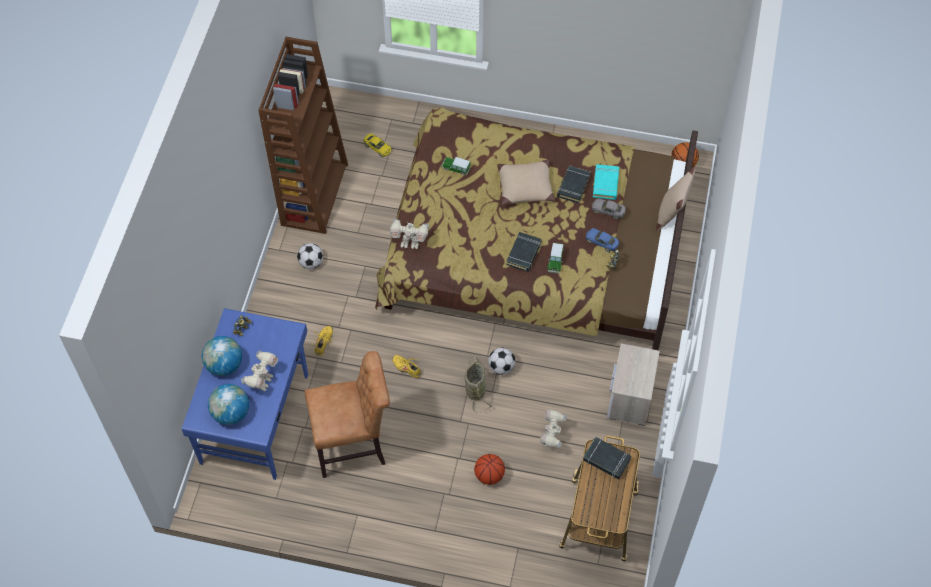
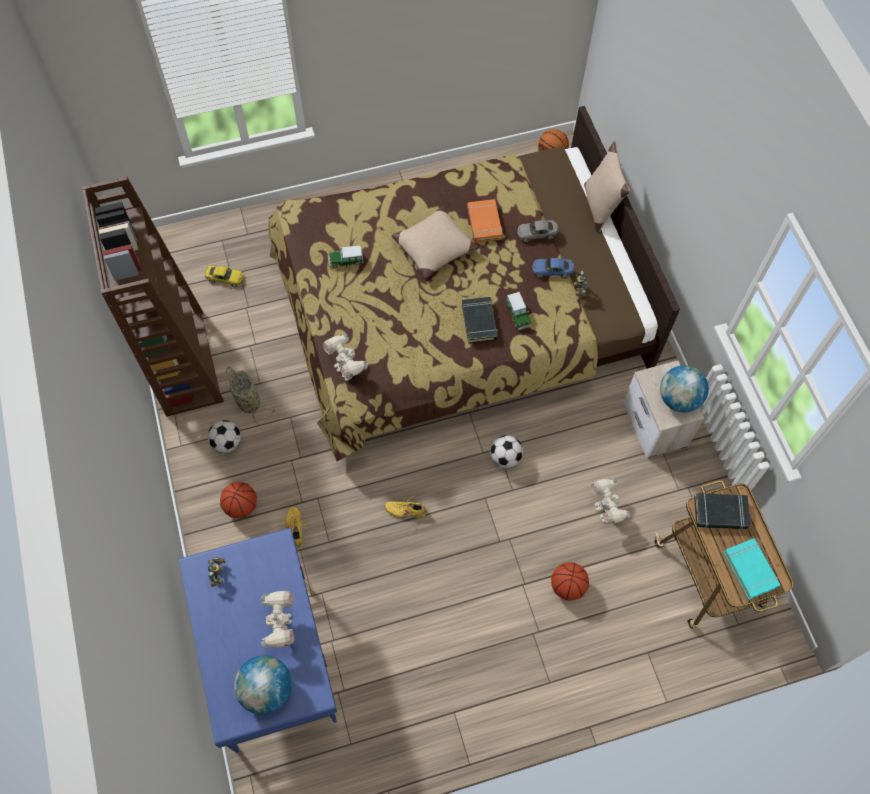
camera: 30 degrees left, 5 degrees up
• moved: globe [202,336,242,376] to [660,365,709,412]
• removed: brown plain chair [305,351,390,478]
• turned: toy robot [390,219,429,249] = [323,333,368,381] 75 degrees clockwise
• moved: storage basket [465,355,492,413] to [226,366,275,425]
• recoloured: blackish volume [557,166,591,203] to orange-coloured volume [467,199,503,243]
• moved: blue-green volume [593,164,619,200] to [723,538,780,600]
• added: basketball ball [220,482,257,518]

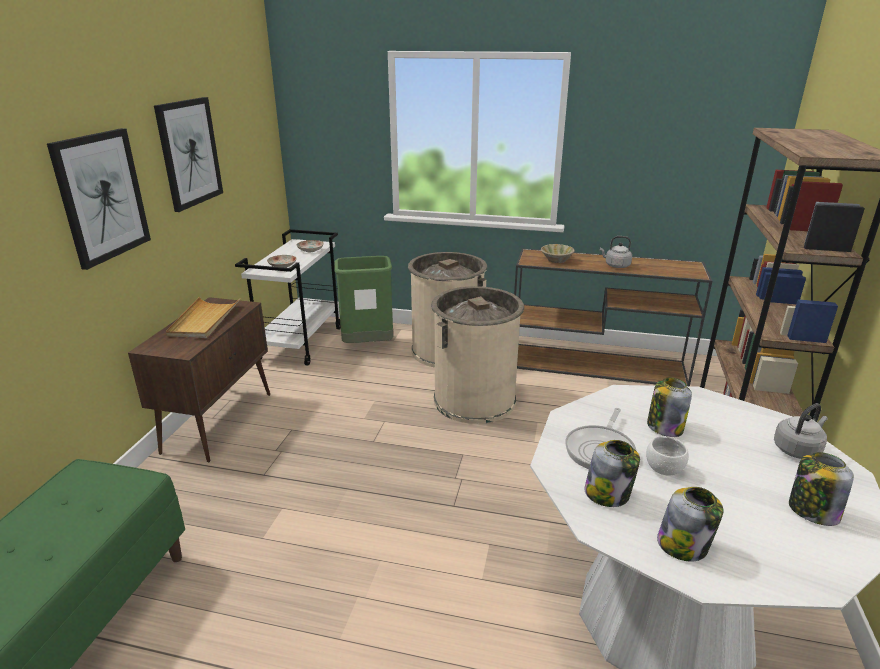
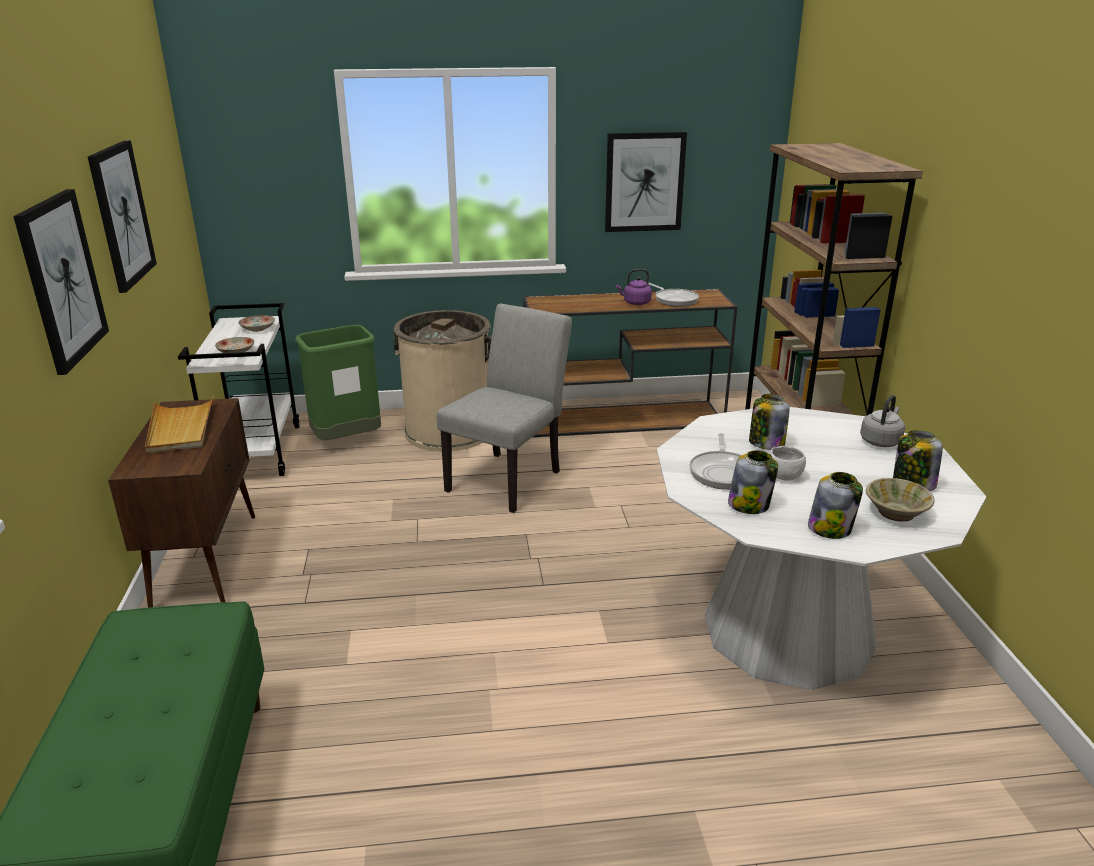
camera: 20 degrees left, 0 degrees up
• replaced: sand-coloured trash can [431,286,524,424] to greyish plain chair [437,304,572,513]
• moved: sand-coloured bowl [541,244,575,263] to [866,478,935,522]
• recoloured: greyish kettle [600,236,632,268] to purple-coloured kettle [616,269,652,305]
• added: wall art [605,132,687,232]
• added: frying pan [648,283,699,307]

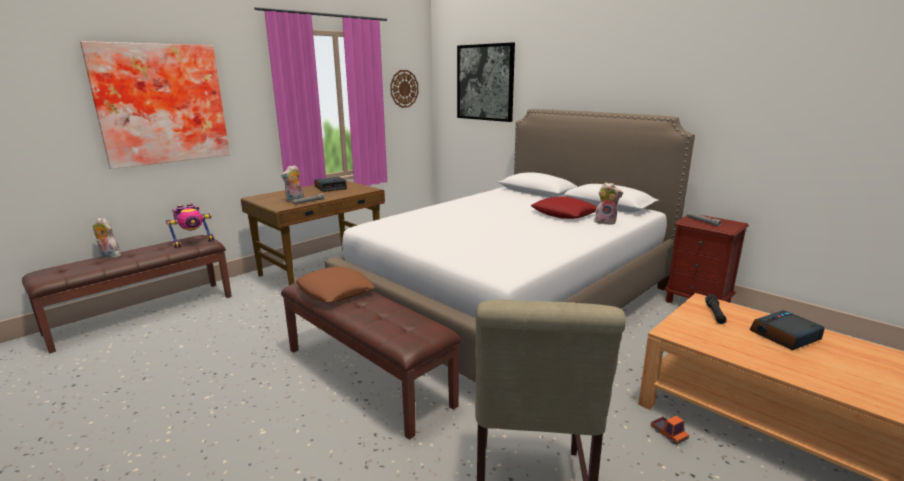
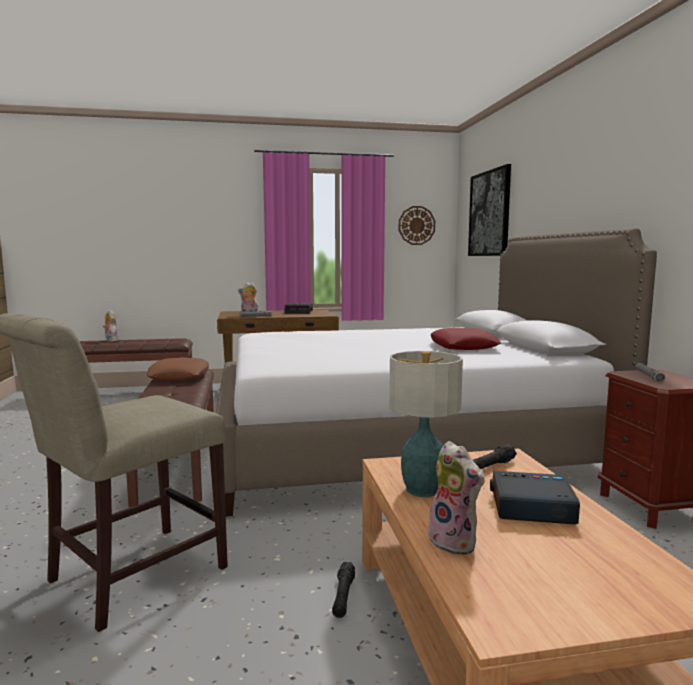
camera: 35 degrees right, 10 degrees down
• removed: wall art [80,41,230,169]
• removed: toy robot [165,203,214,248]
• moved: cuddly toy [594,182,623,225] to [428,441,485,555]
• replaced: toy truck [651,415,689,445] to blackish flashlight [332,562,355,618]
• added: tabletop lamp [389,351,463,497]

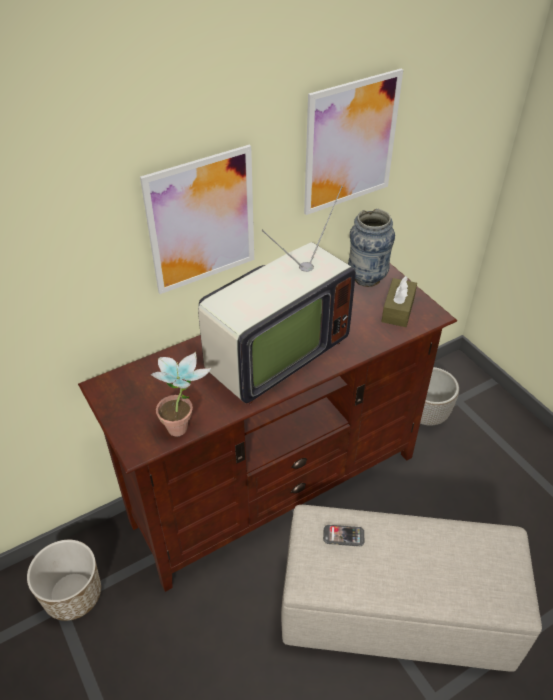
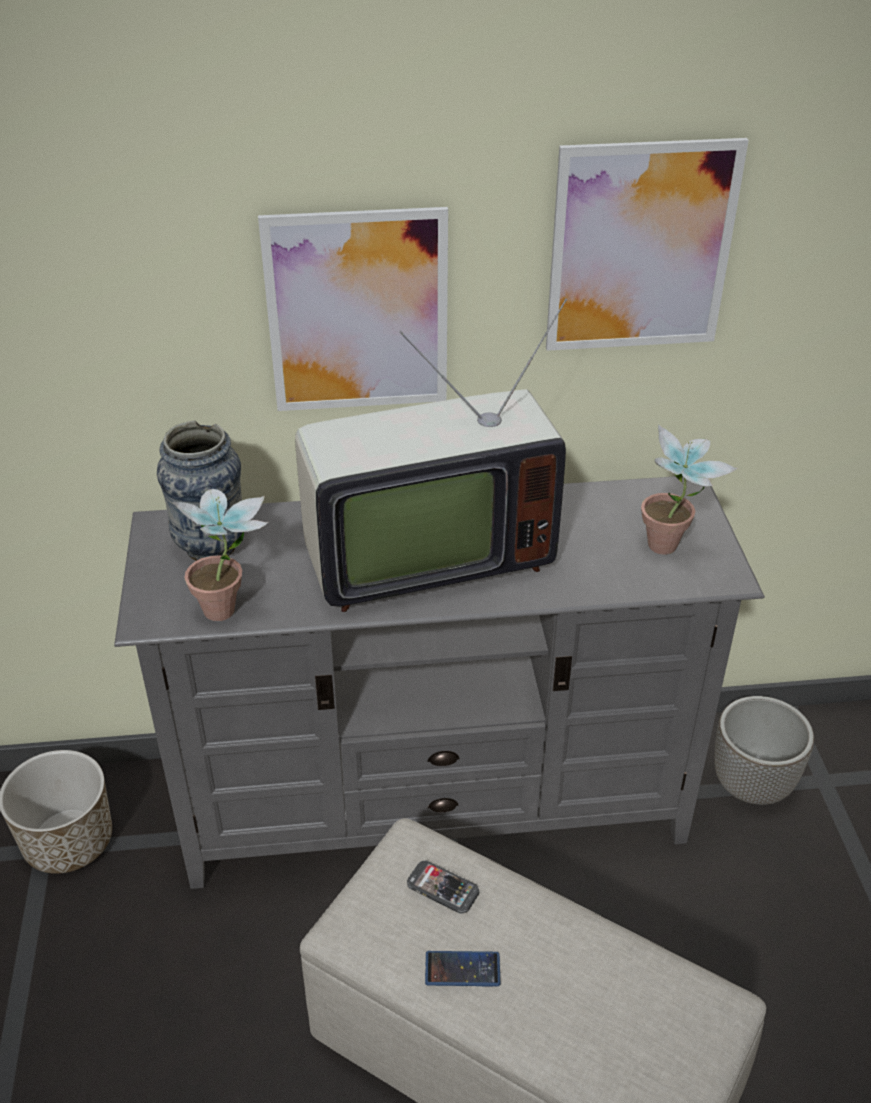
camera: 25 degrees right, 5 degrees down
• recoloured: brown tv unit [78,263,457,592] to greyish tv unit [114,476,765,889]
• moved: decorative vase [348,209,395,287] to [157,421,243,561]
• replaced: brown tissue holder [381,276,417,327] to potted plant [641,424,738,555]
• added: phone [425,951,500,987]

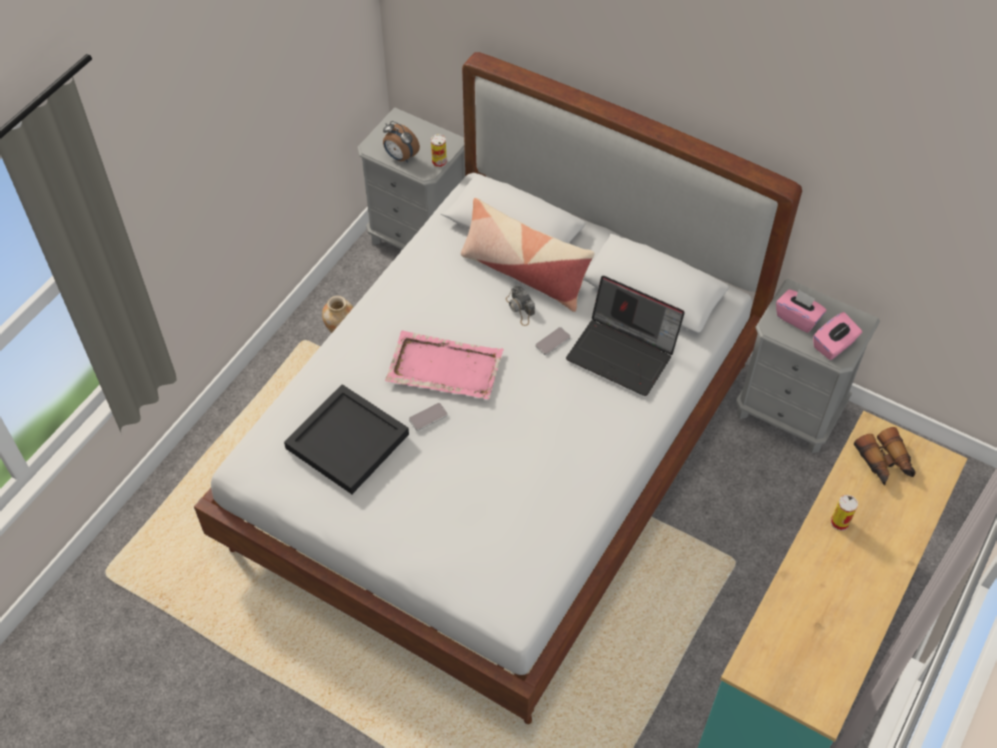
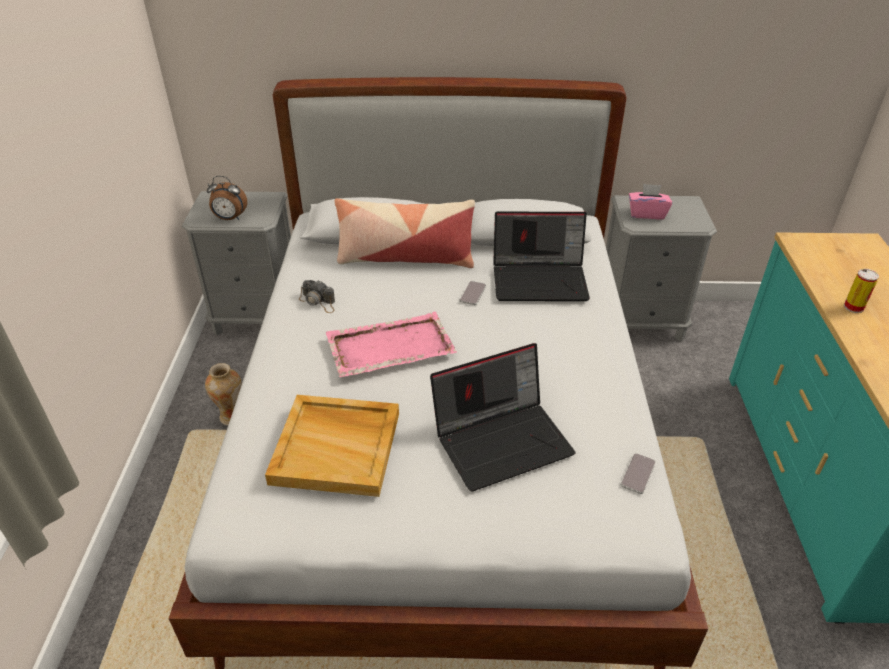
camera: 30 degrees left, 15 degrees down
• recoloured: blackish carrying tray [284,384,409,494] to sand-coloured carrying tray [265,395,399,497]
• moved: phone [409,403,448,431] to [621,453,656,494]
• removed: metal can [431,134,447,168]
• moved: still camera [506,284,535,326] to [299,280,335,313]
• removed: pink tissue holder [813,312,862,360]
• removed: pair of binoculars [854,427,916,485]
• added: notebook computer [430,343,575,492]

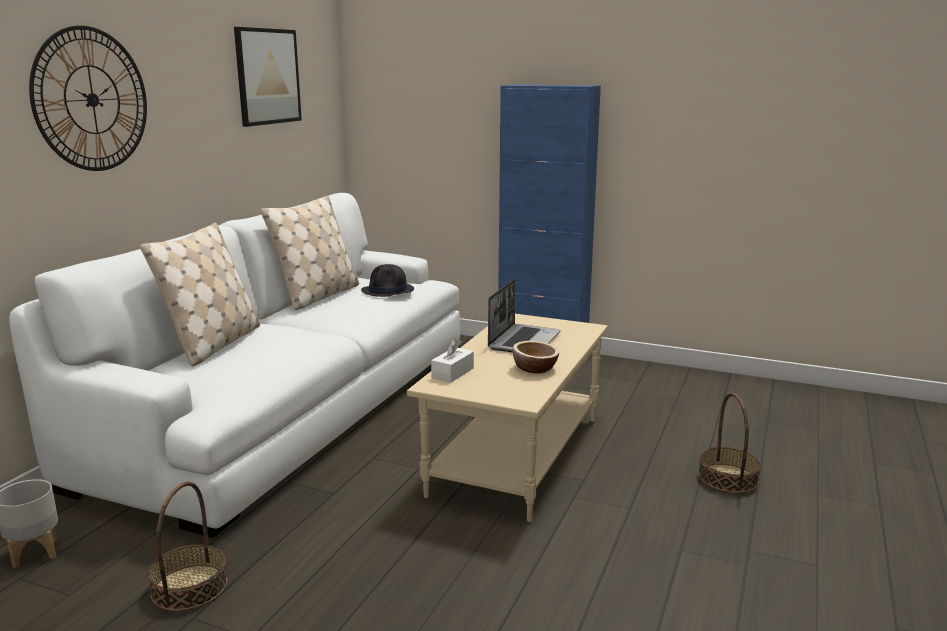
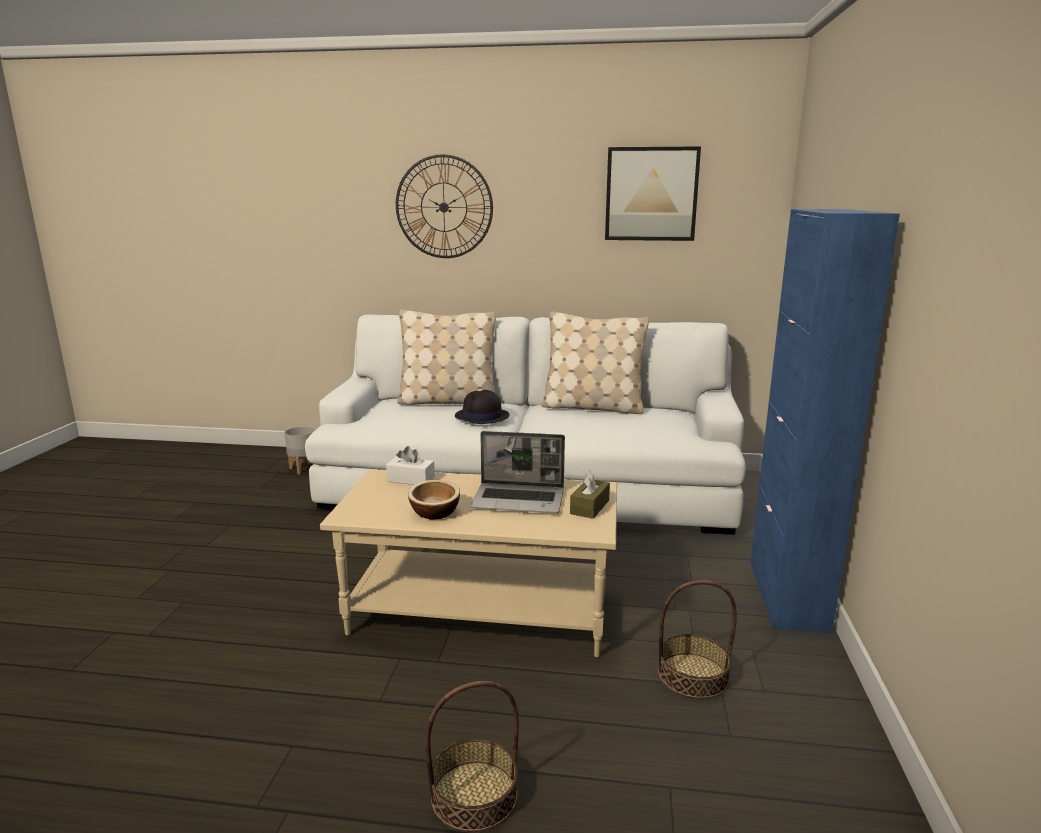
camera: 75 degrees right, 0 degrees up
• moved: storage basket [147,482,228,612] to [658,580,737,699]
• moved: blackish hat [361,264,414,297] to [455,390,509,424]
• added: brown tissue holder [570,470,610,519]

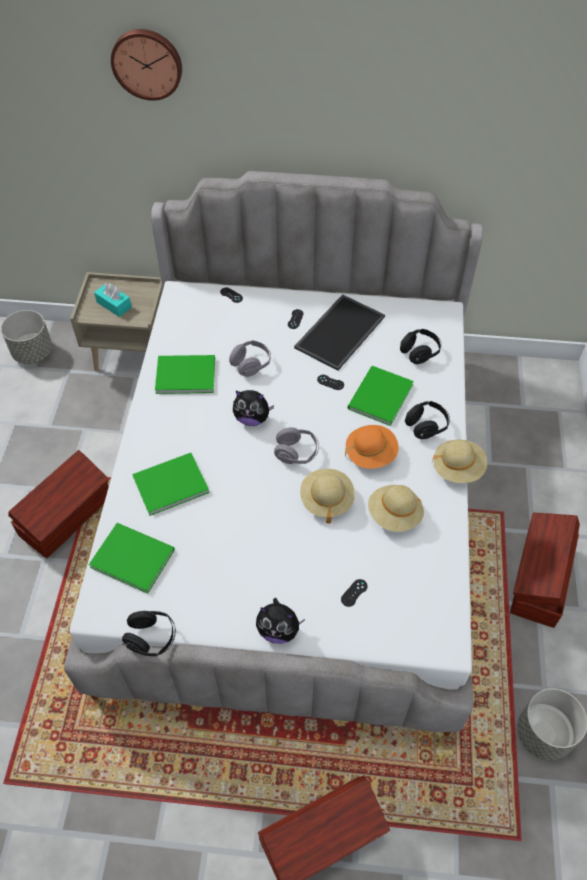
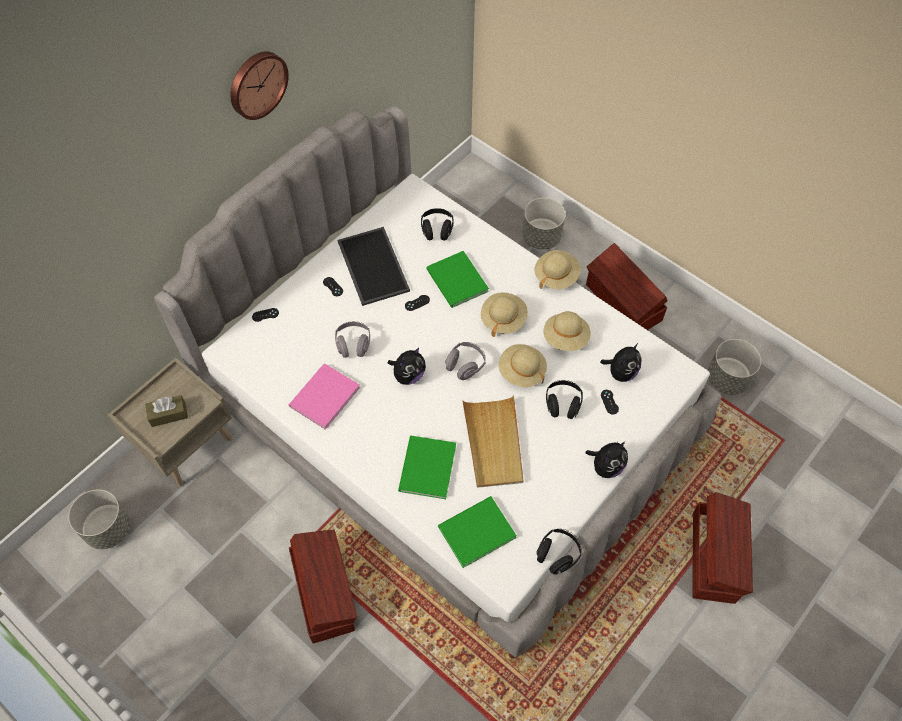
camera: 55 degrees left, 5 degrees up
• recoloured: blue-green tissue holder [94,283,132,317] to brown tissue holder [145,395,188,427]
• moved: hanging clock [111,29,182,101] to [230,51,289,120]
• recoloured: greenish volume [155,355,215,394] to pink volume [289,363,360,430]
• recoloured: orange-coloured hat [345,425,399,469] to sand-coloured hat [481,292,528,337]
• moved: blackish headphones [405,401,450,439] to [546,380,583,419]
• added: sand-coloured carrying tray [462,395,523,488]
• added: greyish flower pot [522,198,565,250]
• added: cuddly toy [600,343,642,382]

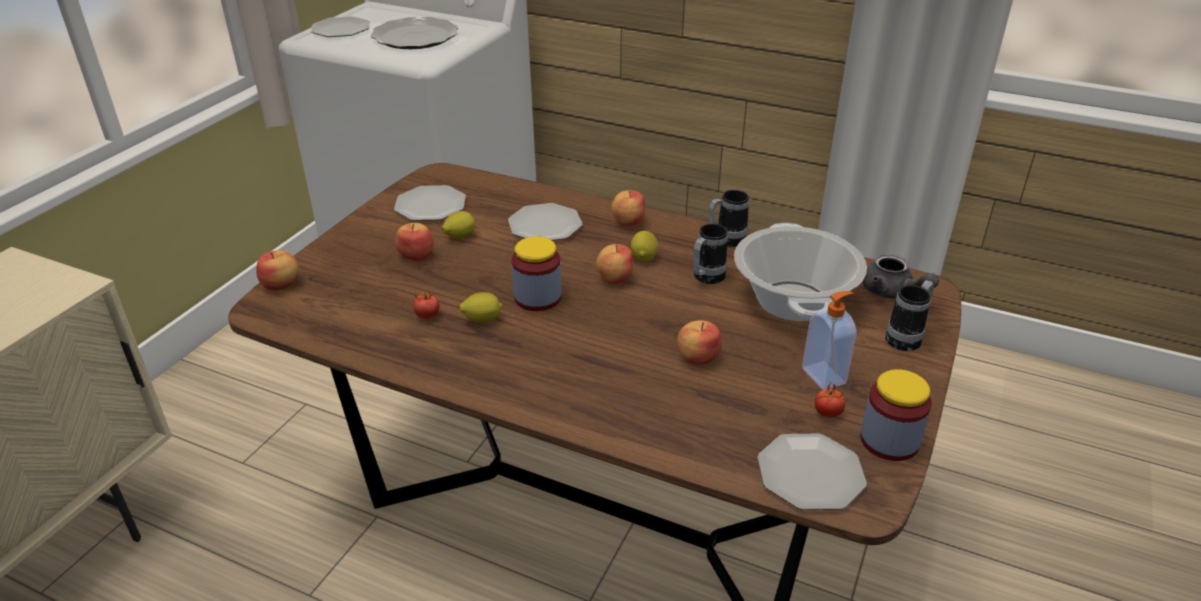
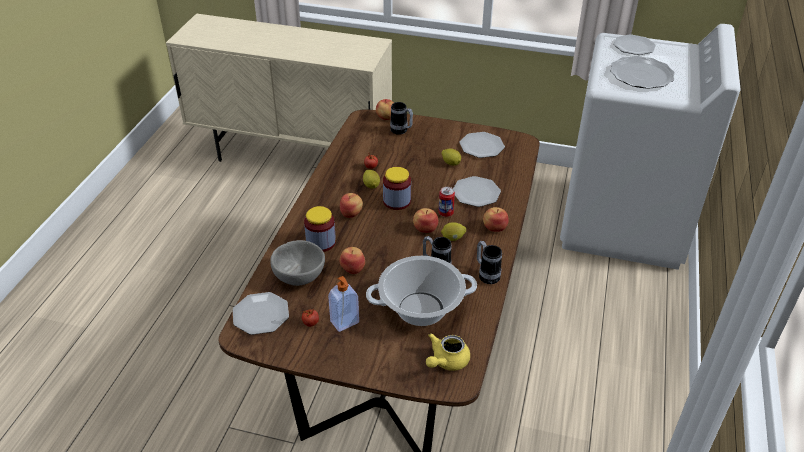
camera: 80 degrees right, 5 degrees up
• moved: apple fruit [395,223,434,261] to [340,193,363,218]
• moved: jar [860,369,932,461] to [304,206,336,252]
• recoloured: greyish teapot [862,254,939,299] to yellow teapot [426,333,470,371]
• moved: tea mug [885,280,934,351] to [390,102,413,135]
• added: greyish bowl [270,240,325,286]
• added: metal can [438,187,455,217]

